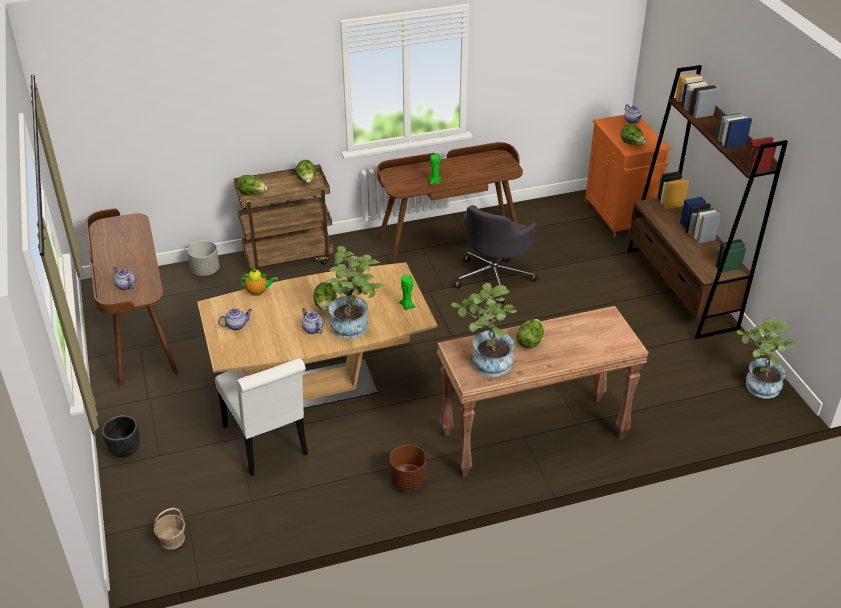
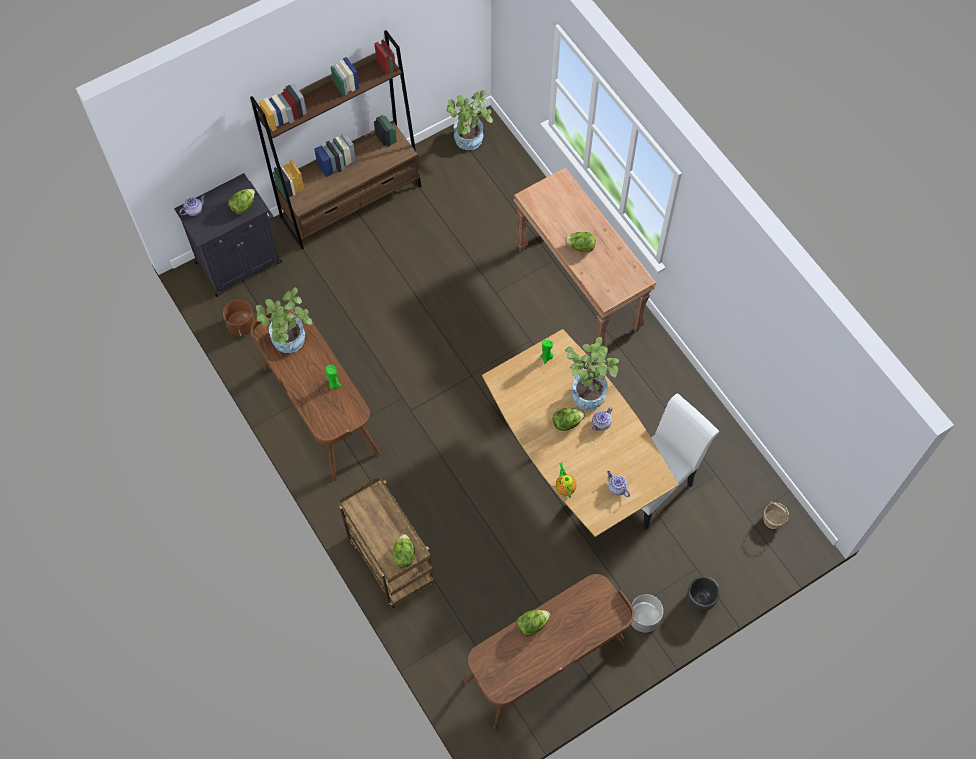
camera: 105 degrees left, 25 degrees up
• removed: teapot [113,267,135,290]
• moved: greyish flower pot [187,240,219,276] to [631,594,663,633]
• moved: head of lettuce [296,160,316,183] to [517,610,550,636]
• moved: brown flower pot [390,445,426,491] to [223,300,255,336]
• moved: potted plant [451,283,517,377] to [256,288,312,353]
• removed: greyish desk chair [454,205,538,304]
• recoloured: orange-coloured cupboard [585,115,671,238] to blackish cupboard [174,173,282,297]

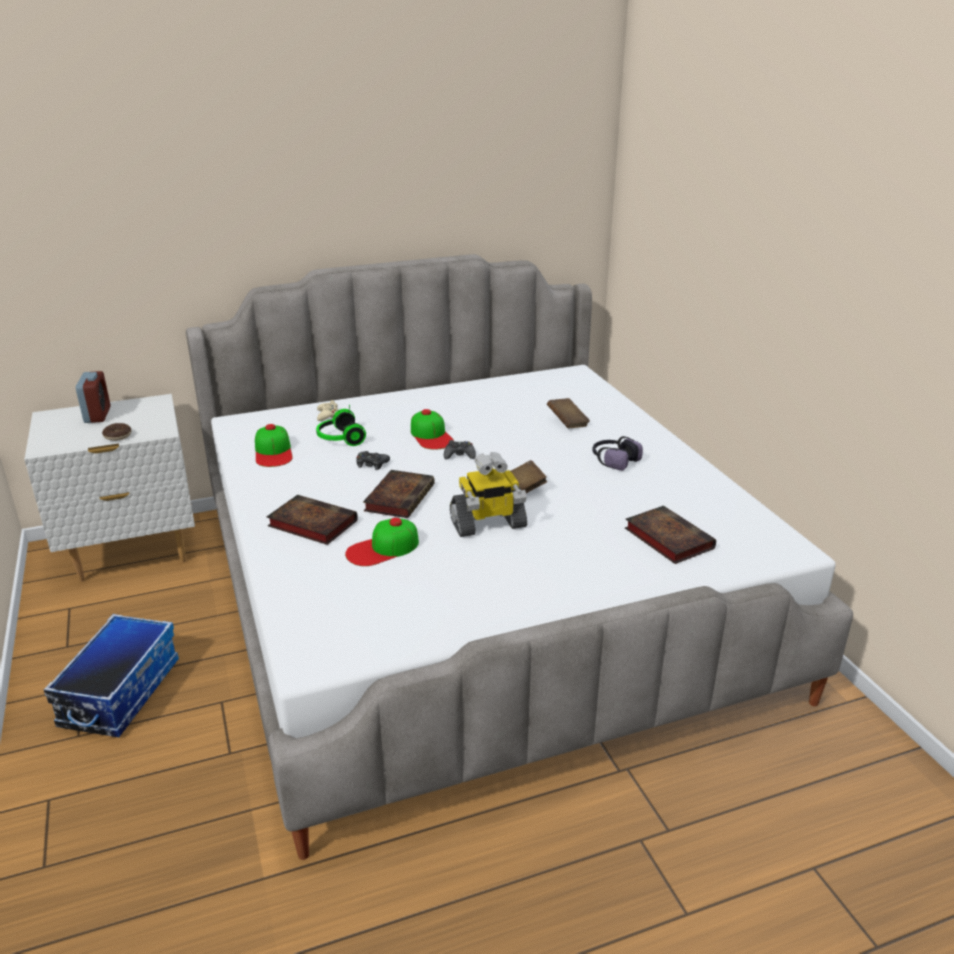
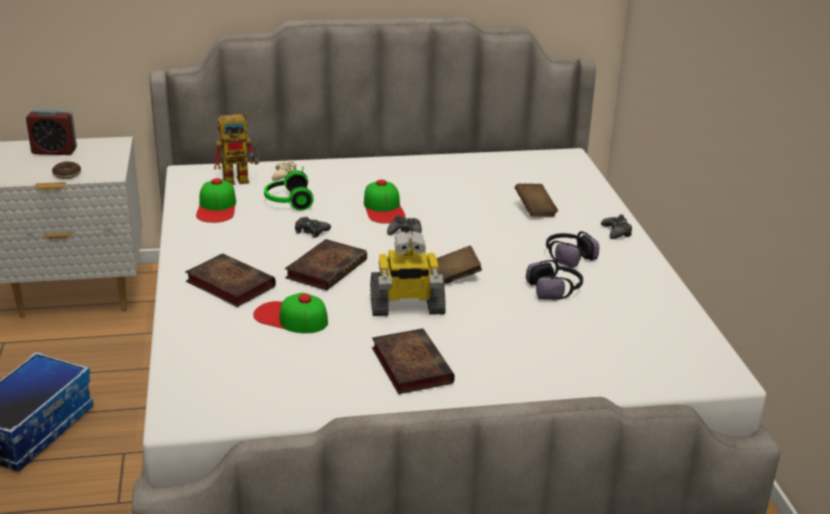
camera: 10 degrees right, 0 degrees up
• turned: alarm clock [76,371,111,423] = [26,108,77,155] 90 degrees clockwise
• turned: peaked cap [345,518,419,566] = [253,293,328,333] 45 degrees clockwise
• moved: volume [625,506,716,564] to [372,328,455,394]
• added: toy robot [214,112,259,185]
• added: headphones [526,260,583,300]
• added: blackish gamepad [601,214,632,239]

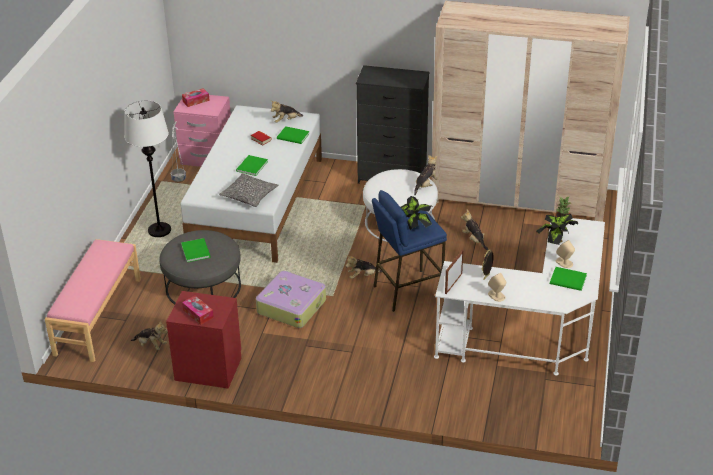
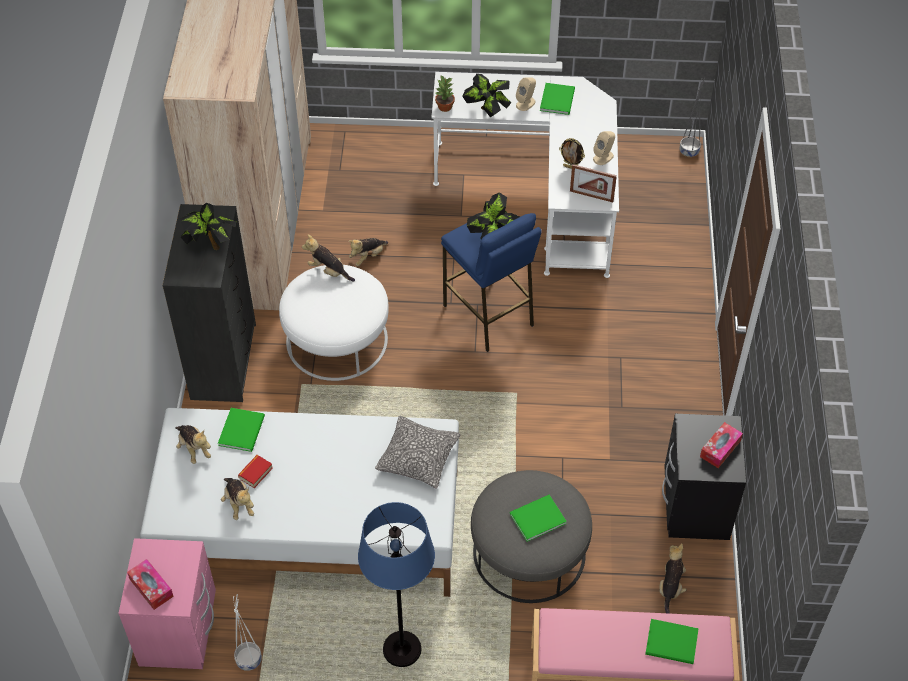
camera: 100 degrees left, 15 degrees up
• recoloured: white standard lamp [124,101,171,237] to blue-coloured standard lamp [358,502,435,667]
• recoloured: reddish nightstand [166,291,241,389] to blackish nightstand [662,414,746,540]
• moved: greenish volume [236,155,268,176] to [645,619,699,664]
• removed: suitcase [256,271,326,328]
• moved: cuddly toy [346,256,382,279] to [221,478,254,520]
• added: potted plant [180,203,236,250]
• added: greyish flower pot [679,77,706,157]

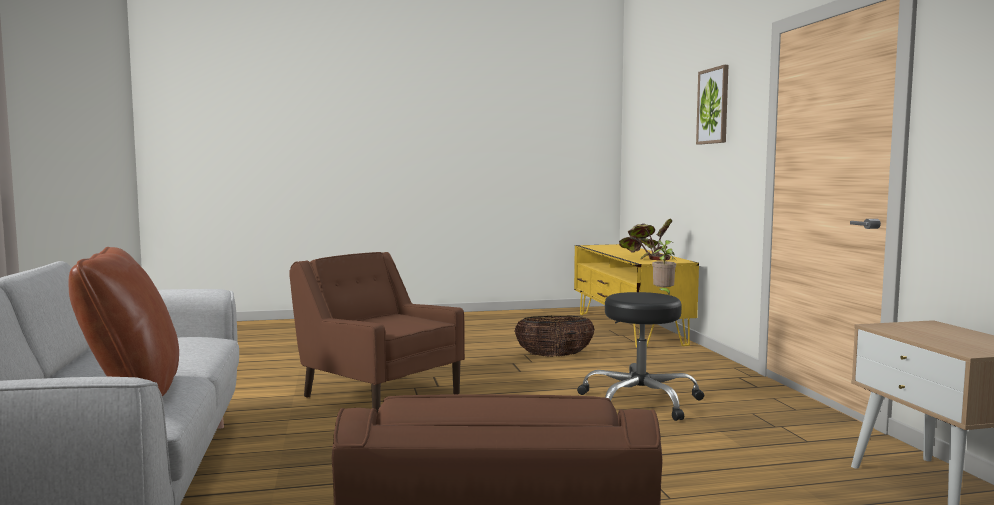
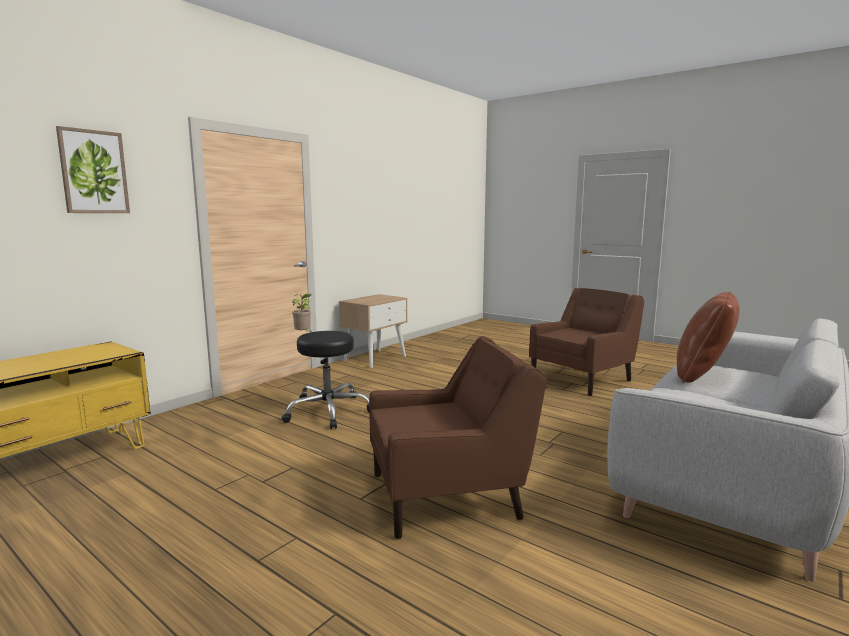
camera: 130 degrees left, 5 degrees up
• turned: brown armchair [289,252,465,413] = [369,336,546,539] 105 degrees counterclockwise
• removed: storage basket [515,315,595,357]
• removed: potted plant [619,218,672,261]

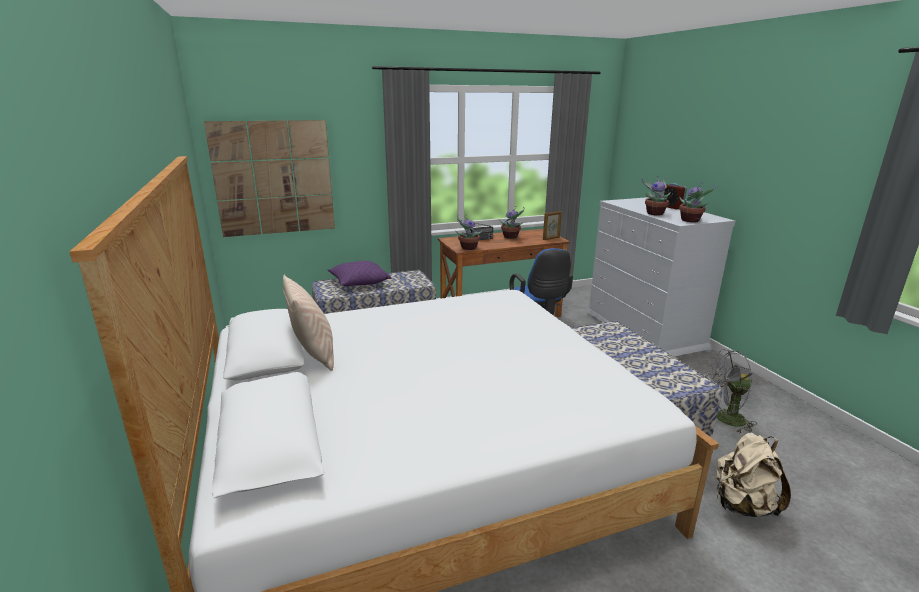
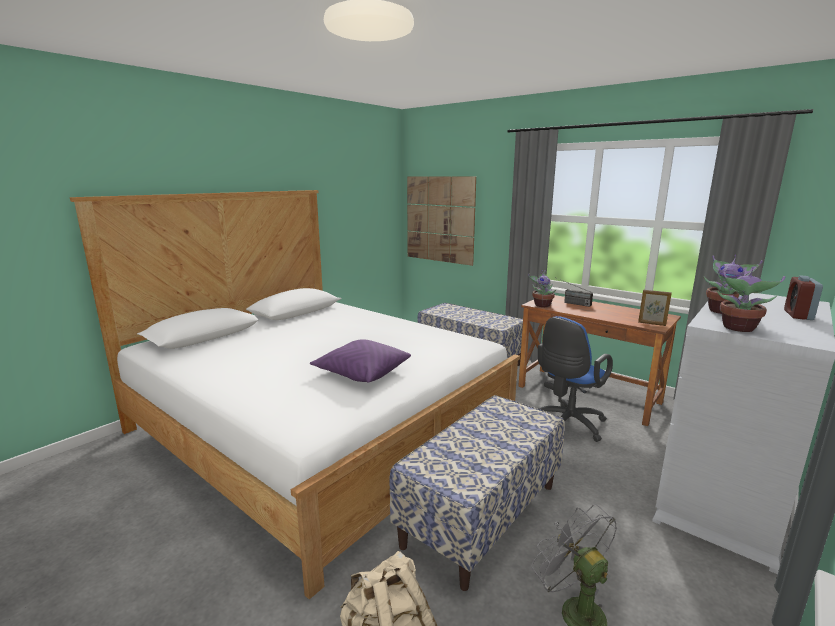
camera: 60 degrees right, 5 degrees down
• removed: sand-coloured pillow [283,275,334,371]
• moved: purple-coloured pillow [328,261,392,286] to [310,339,411,383]
• removed: potted plant [499,206,524,239]

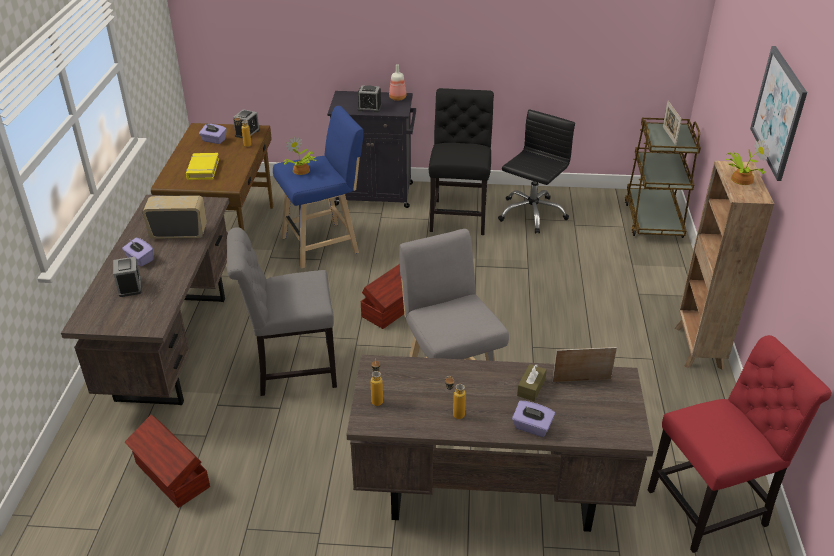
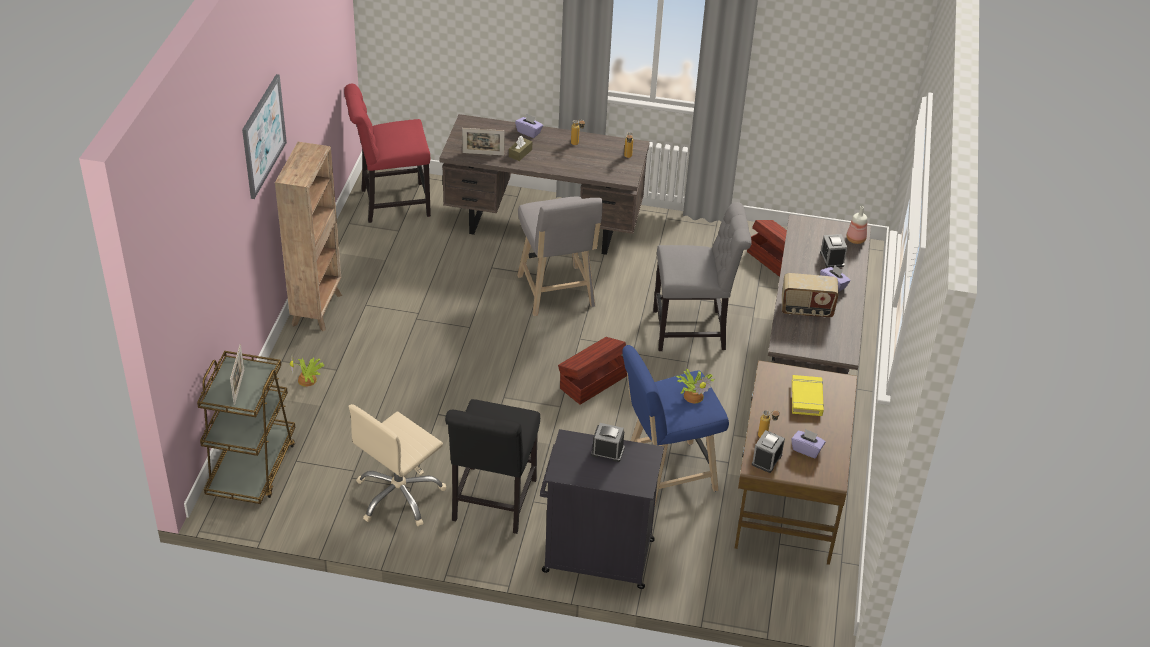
camera: 175 degrees left, 5 degrees up
• moved: beverage bottle [389,64,406,101] to [847,206,867,244]
• recoloured: blackish desk chair [498,109,575,234] to sand-coloured desk chair [349,404,446,526]
• moved: potted plant [726,139,770,185] to [290,355,324,387]

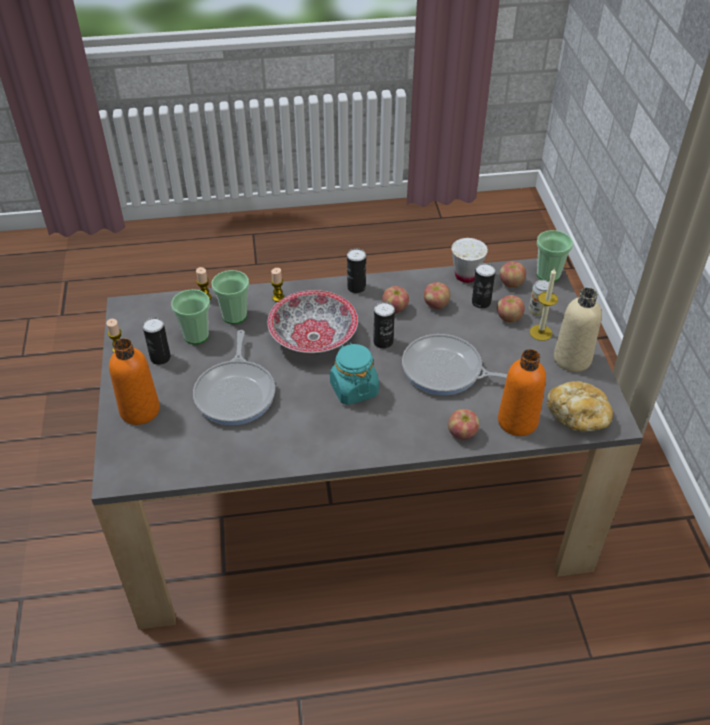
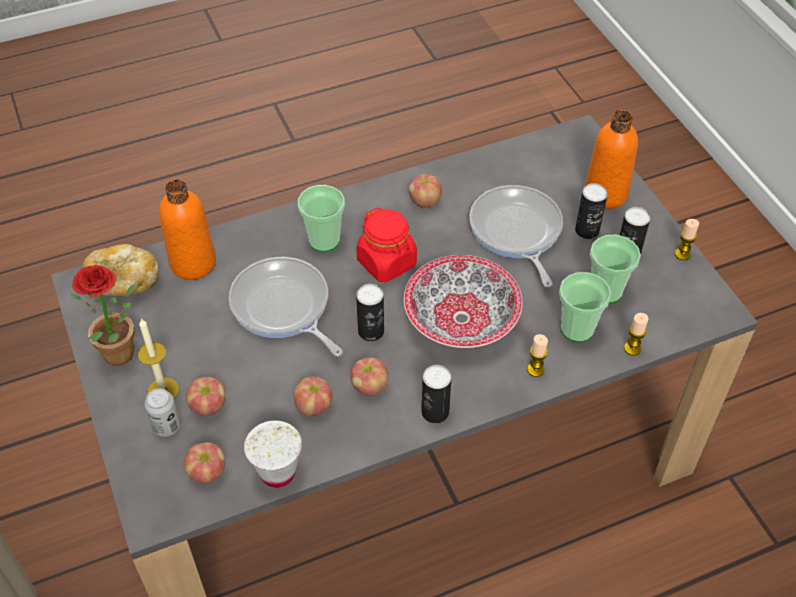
camera: 165 degrees right, 5 degrees up
• recoloured: blue-green jar [330,343,379,405] to reddish jar [357,207,417,282]
• turned: frying pan [402,334,507,395] = [229,257,343,356] 135 degrees counterclockwise
• moved: apple fruit [448,409,479,439] to [409,174,442,208]
• moved: metal can [472,263,496,309] to [575,183,608,239]
• moved: small cup [537,230,573,282] to [298,185,345,252]
• replaced: sand-coloured beverage bottle [554,288,602,372] to potted plant [70,265,135,366]

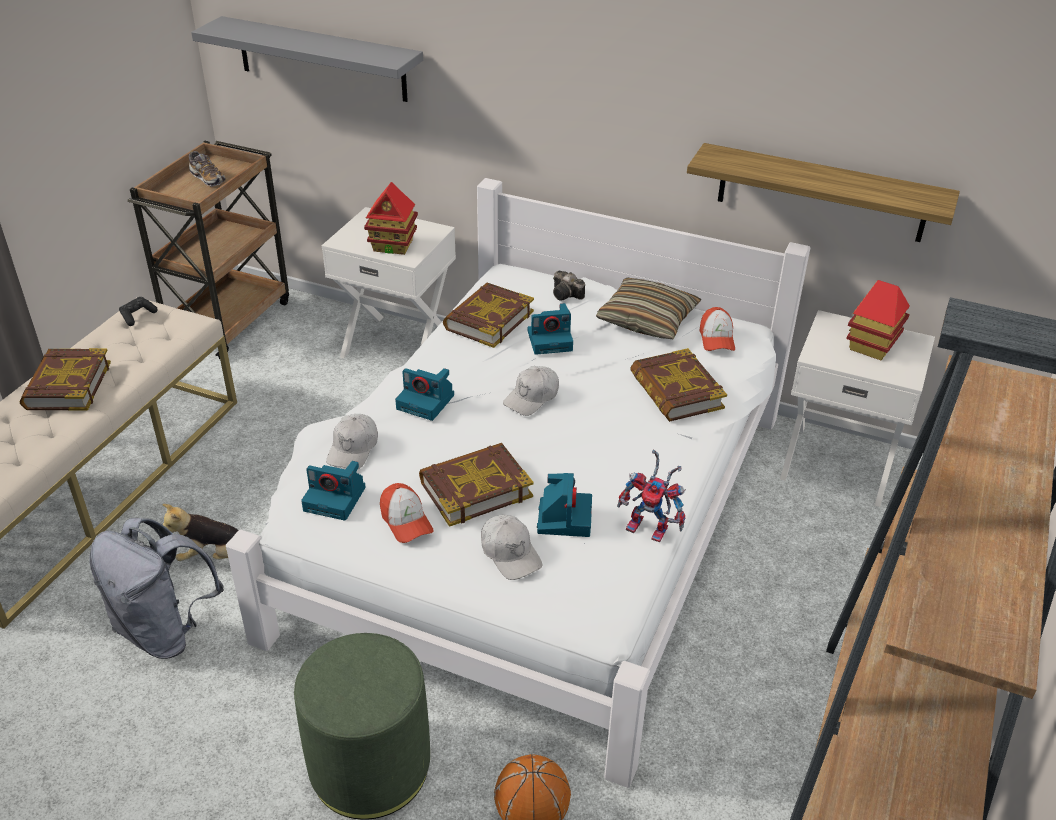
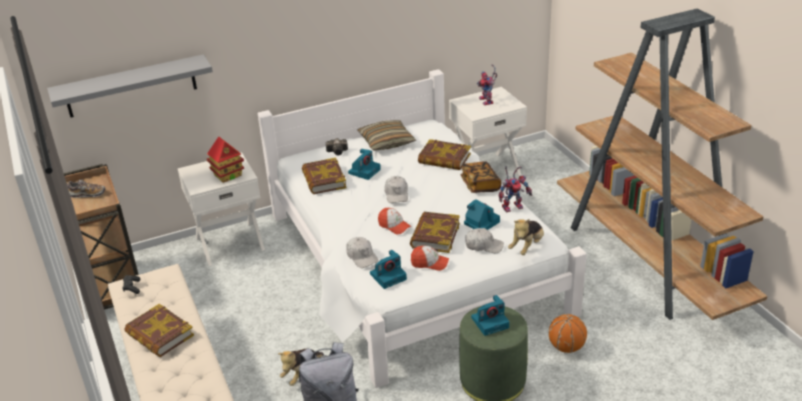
camera: 45 degrees left, 5 degrees down
• moved: still camera [395,368,454,421] to [471,295,509,336]
• removed: wall shelf [687,143,960,242]
• moved: peaked cap [699,307,735,351] to [378,208,411,235]
• replaced: miniature house [846,280,910,361] to toy robot [477,64,497,105]
• added: volume [460,161,502,193]
• added: cuddly toy [508,219,544,255]

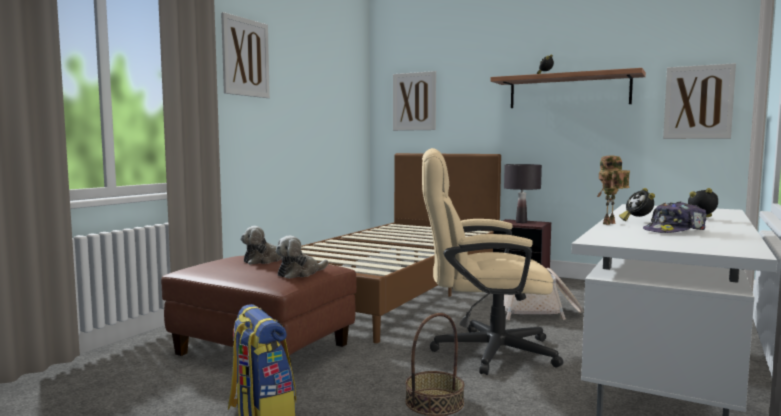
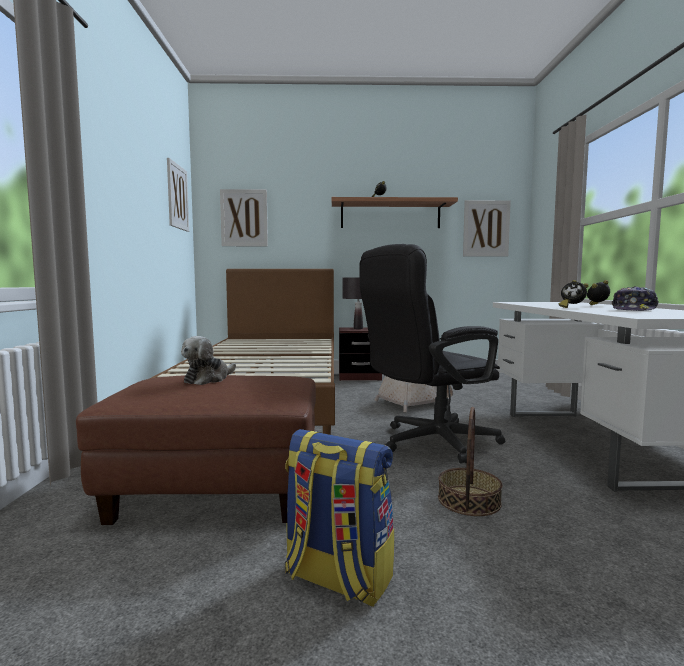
camera: 30 degrees left, 0 degrees up
• moved: wall art [221,12,270,98] to [167,158,189,232]
• removed: cuddly toy [276,236,328,279]
• recoloured: sand-coloured desk chair [422,148,563,375] to blackish desk chair [359,244,505,464]
• removed: toy robot [597,155,630,225]

